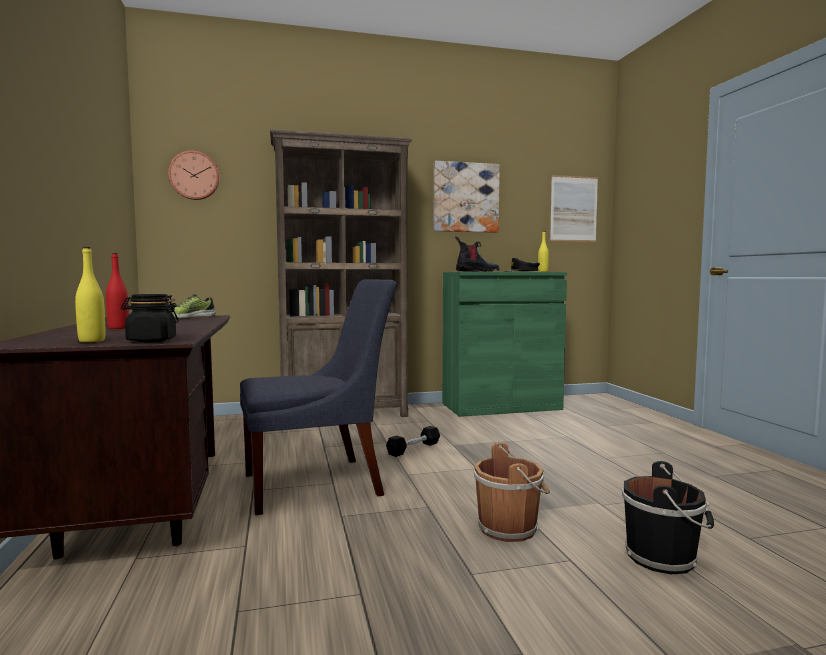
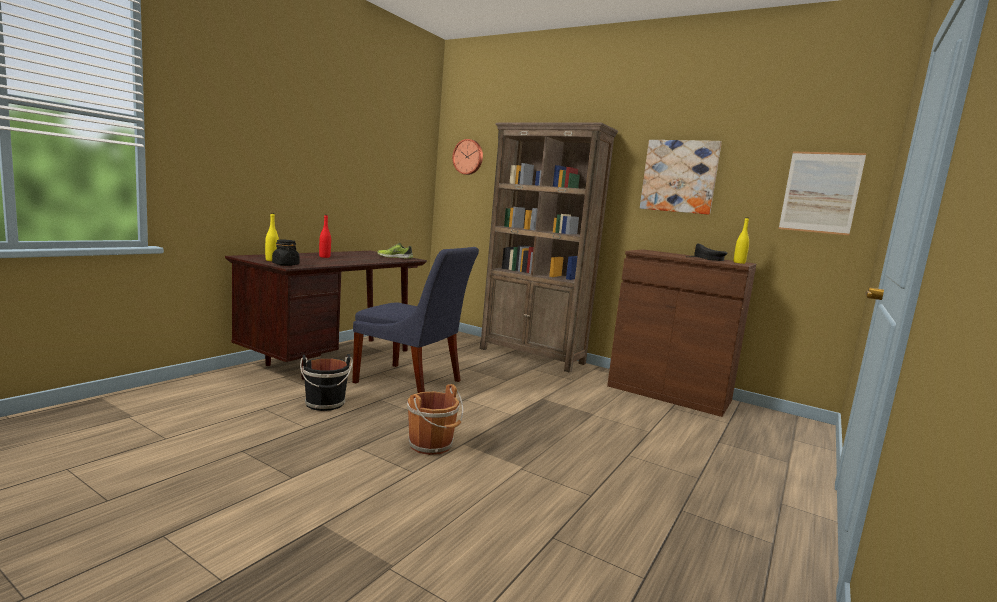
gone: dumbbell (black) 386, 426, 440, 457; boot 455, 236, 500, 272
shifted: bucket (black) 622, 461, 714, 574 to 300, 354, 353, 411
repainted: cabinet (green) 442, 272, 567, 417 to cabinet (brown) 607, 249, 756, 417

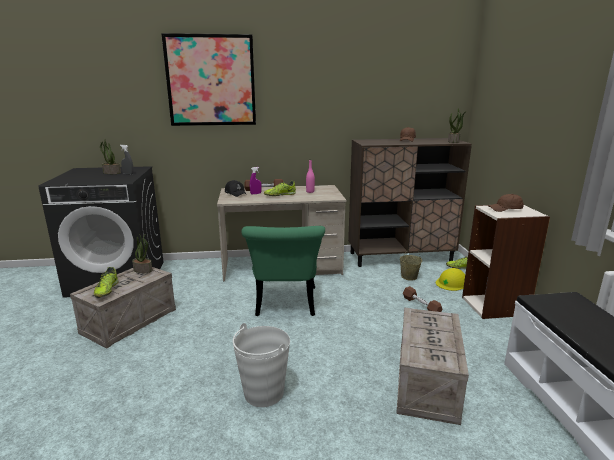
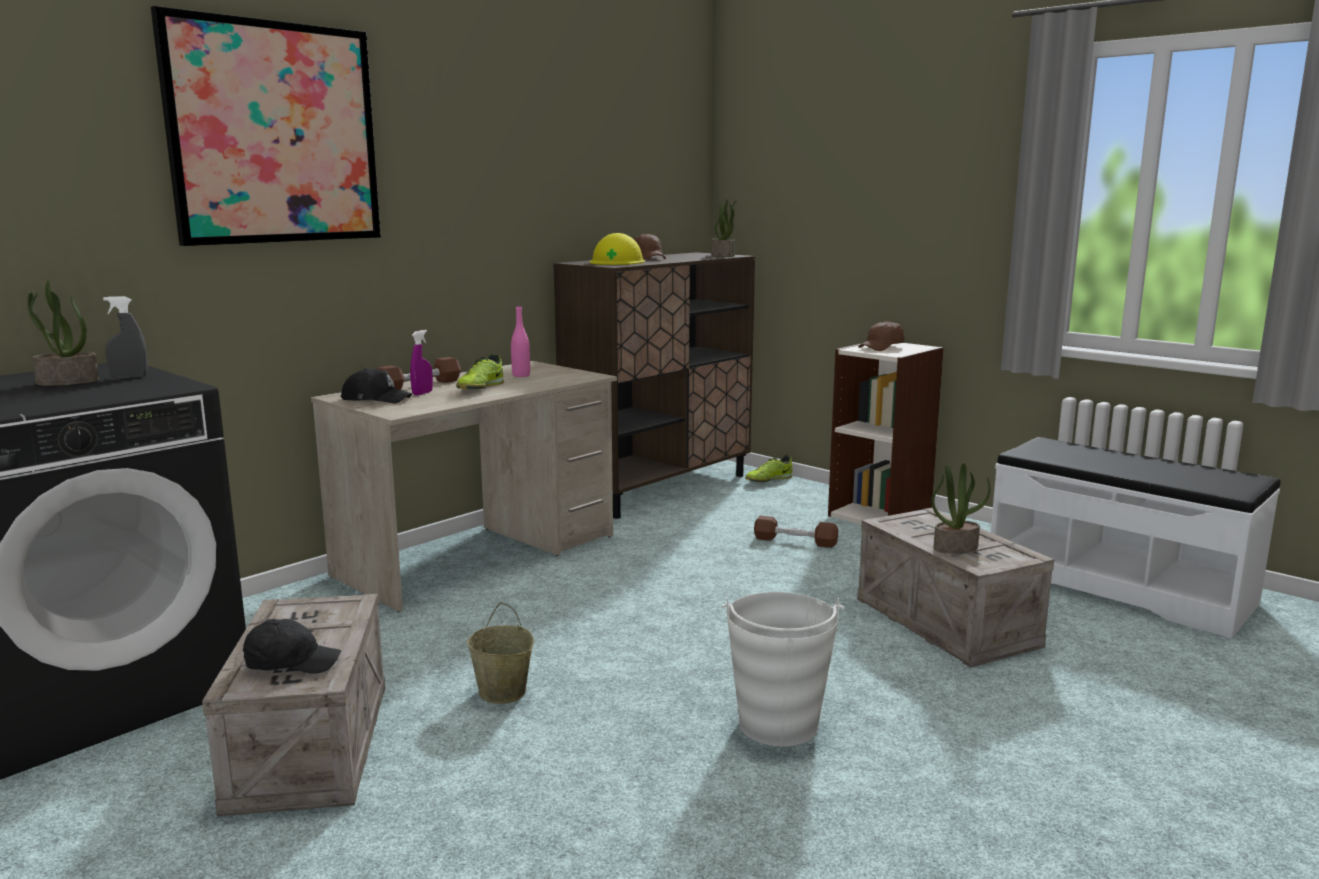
gone: chair (green) 242, 226, 325, 316
shifted: potted plant 132, 233, 153, 273 to 931, 463, 991, 554; bucket (beige) 400, 247, 422, 281 to 467, 602, 534, 704; hard hat (yellow) 436, 268, 465, 291 to 590, 233, 645, 265
swapped: shoe 94, 267, 119, 297 to cap (black) 243, 619, 341, 674

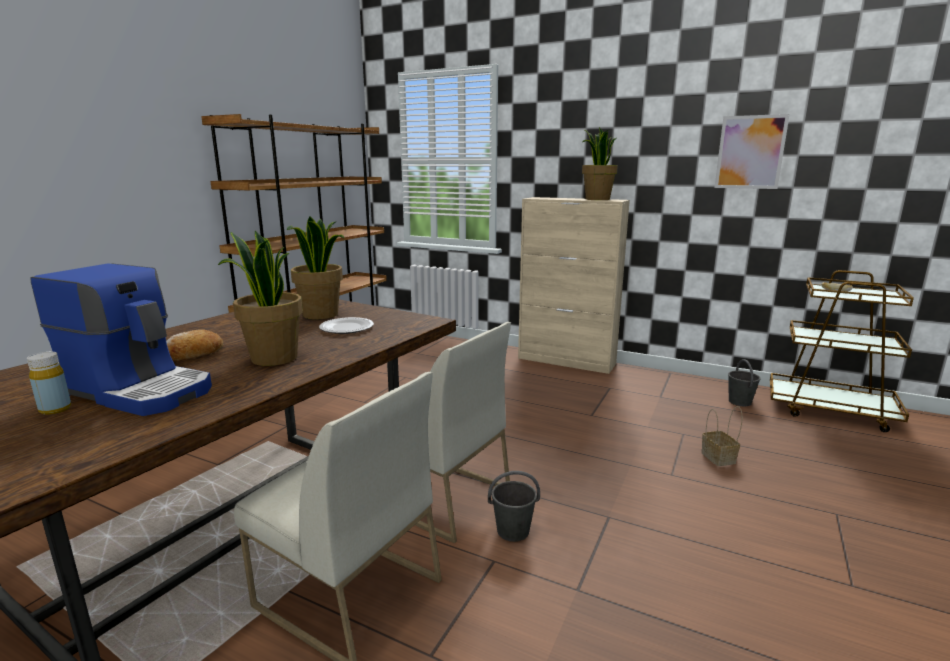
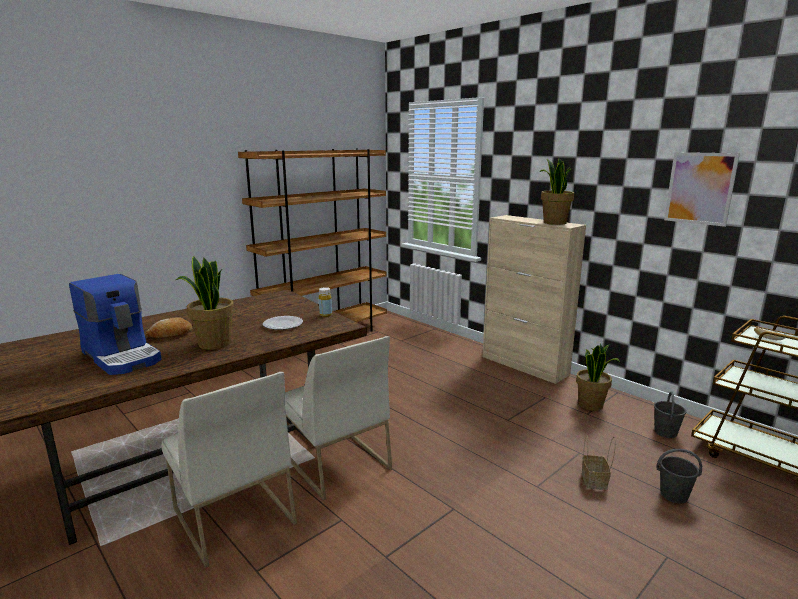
shifted: bottle (yellow) 27, 352, 71, 415 to 319, 287, 332, 317; potted plant 286, 216, 344, 319 to 576, 343, 620, 411; bucket (grey) 488, 471, 540, 542 to 656, 449, 702, 504

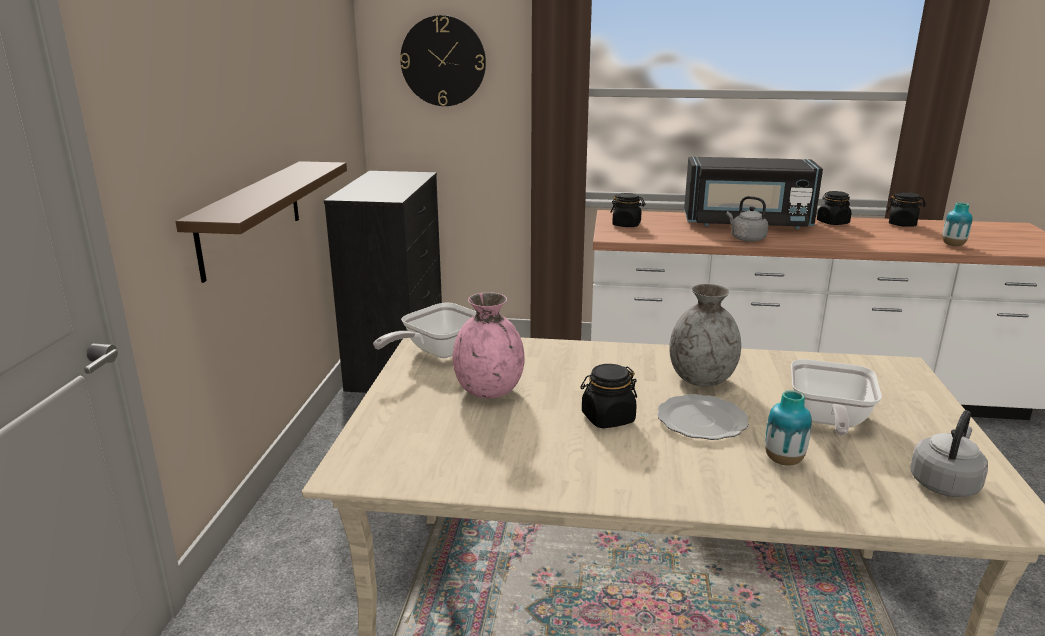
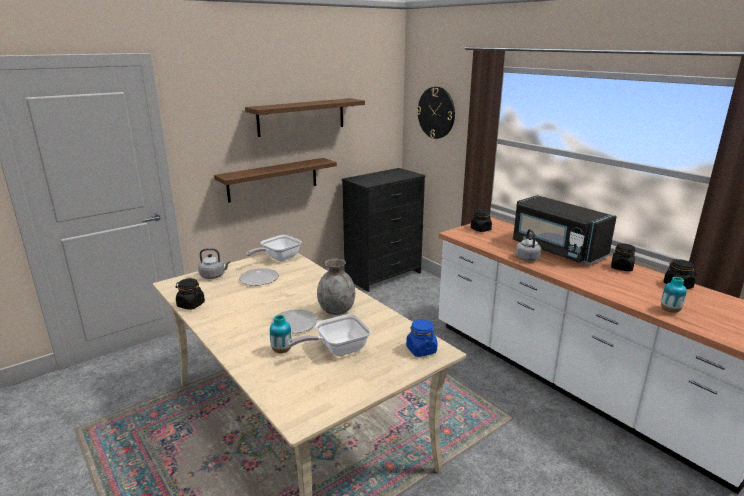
new: shelf (brown) 245, 98, 365, 137; jar (blue) 406, 319, 438, 357
shifted: jar (black) 580, 364, 637, 428 to 176, 278, 205, 310; kettle (grey) 910, 410, 988, 497 to 198, 248, 230, 279
swapped: vase (pink) 453, 292, 525, 398 to plate 239, 268, 279, 286
rotated: frying pan 373, 303, 476, 358 = 246, 235, 302, 261 45 degrees counterclockwise

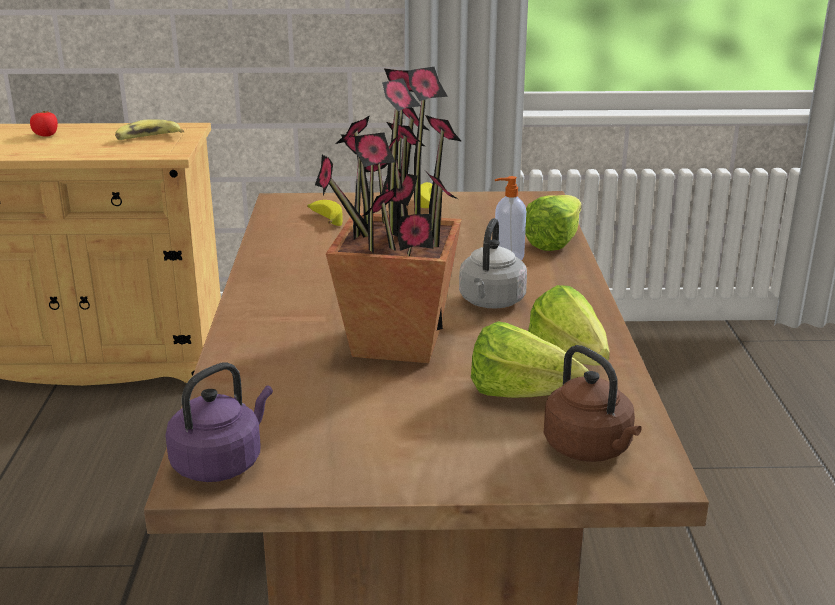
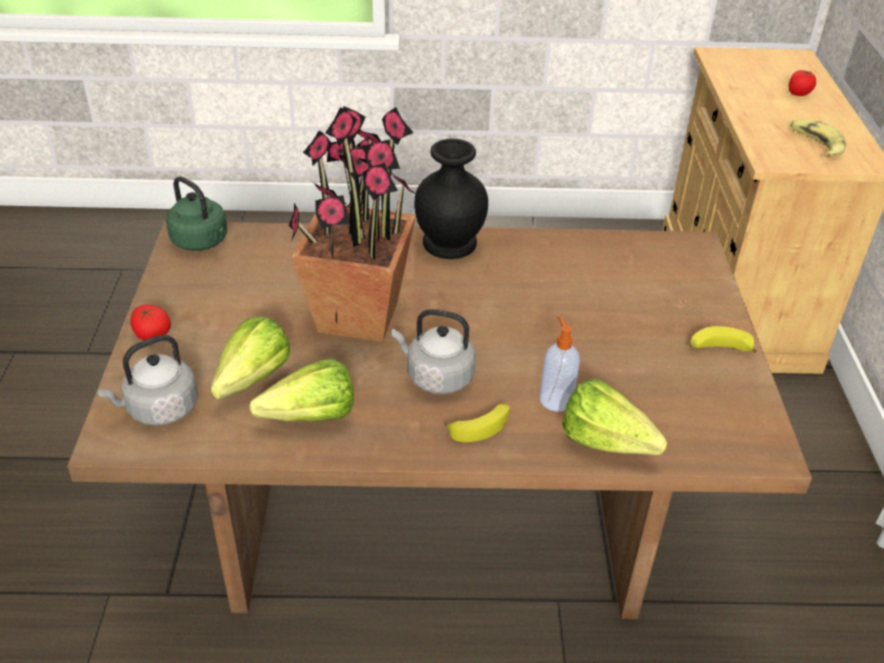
new: tomato 130, 305, 171, 340; vase (black) 414, 139, 488, 259
shifted: banana 307, 200, 343, 226 to 444, 402, 510, 442
repainted: kettle (purple) 165, 362, 273, 482 to kettle (green) 166, 176, 227, 251; kettle (brown) 544, 345, 642, 462 to kettle (grey) 97, 335, 198, 426

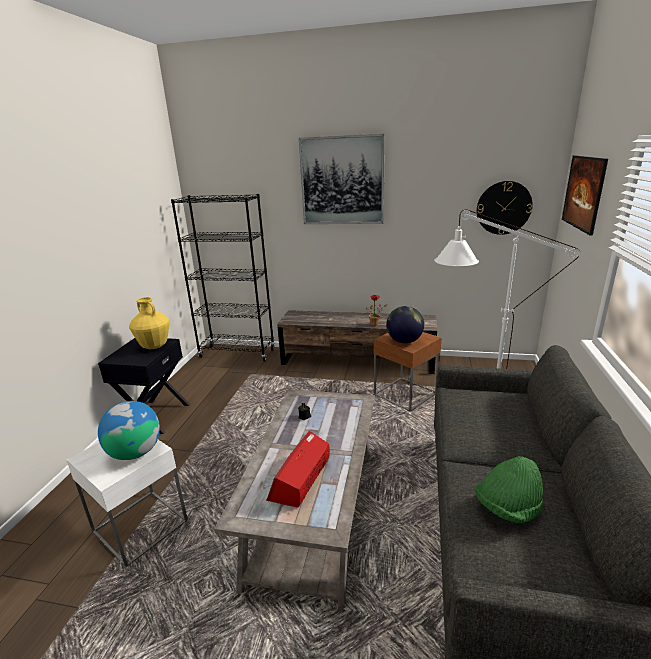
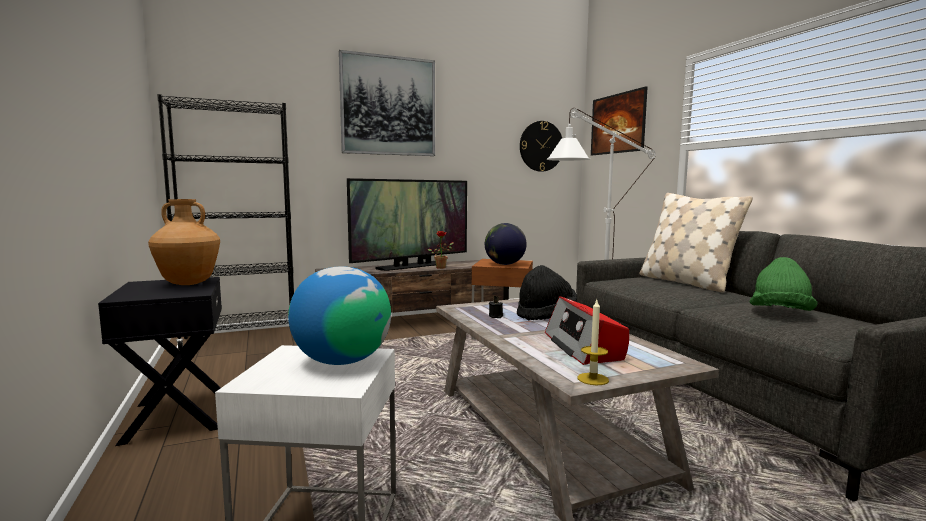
new: television 347, 178, 467, 271; hat (black) 517, 265, 577, 321; candle 577, 300, 609, 385; pillow (beige) 639, 193, 753, 292
repainted: vase (yellow) 129, 297, 170, 349 to vase (brown) 148, 199, 220, 285

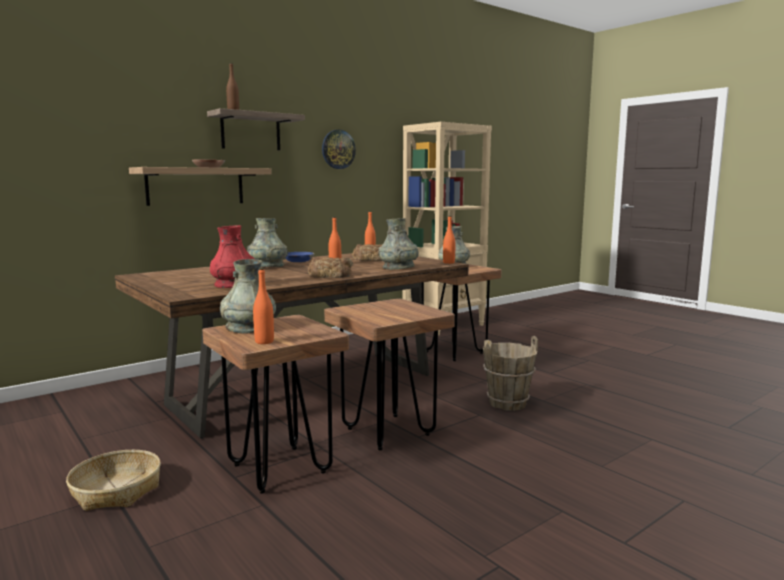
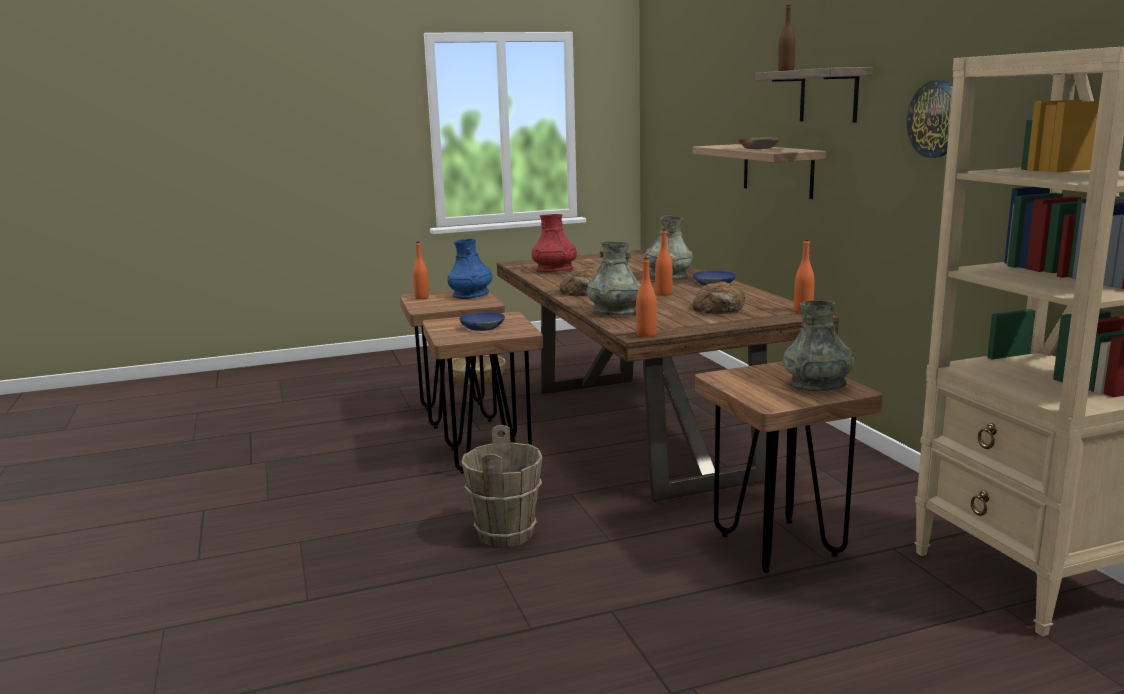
new: bowl (blue) 459, 312, 505, 331
repainted: vase (grey) 220, 259, 276, 333 to vase (blue) 447, 238, 493, 299

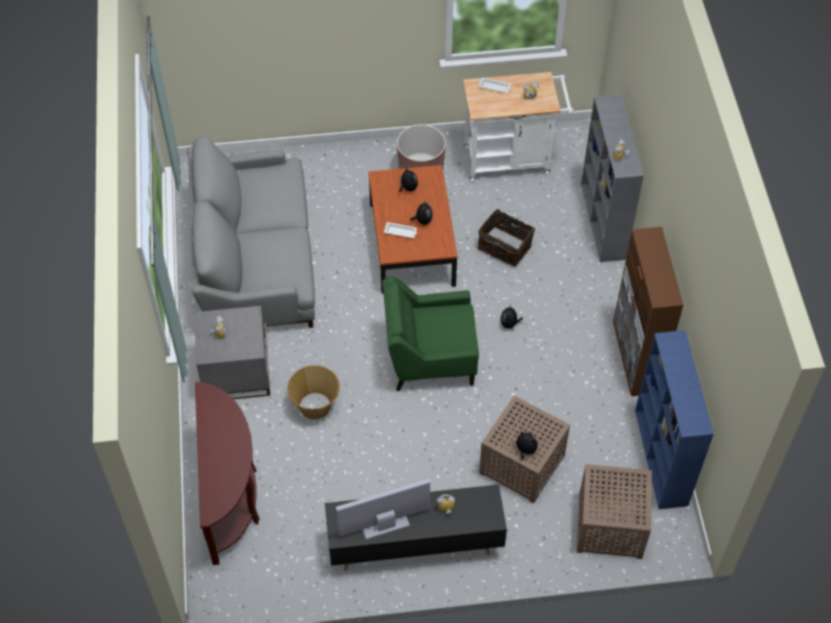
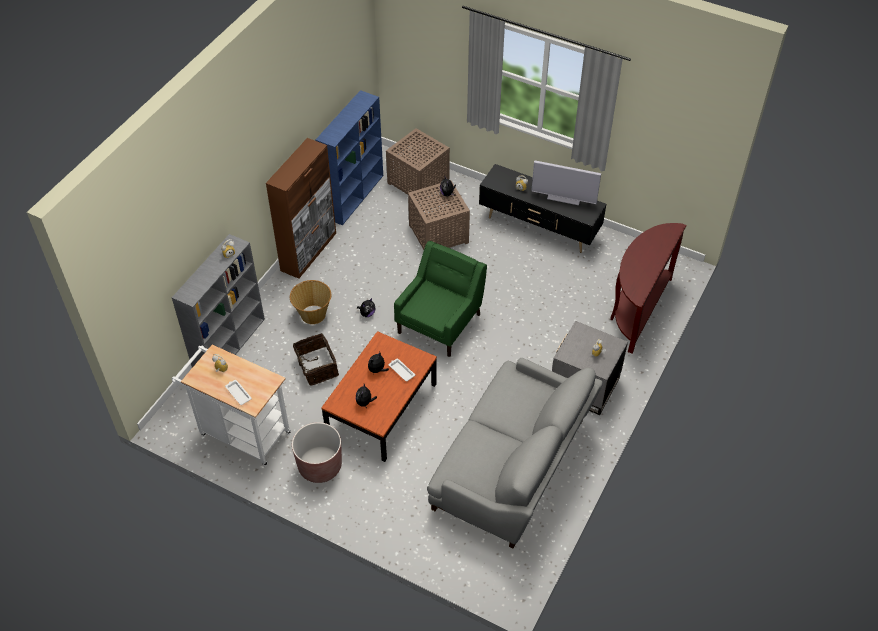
shifted: basket 287, 365, 340, 420 to 290, 280, 331, 324
rotated: armchair (green) 382, 276, 479, 391 = 394, 241, 487, 357 90 degrees counterclockwise

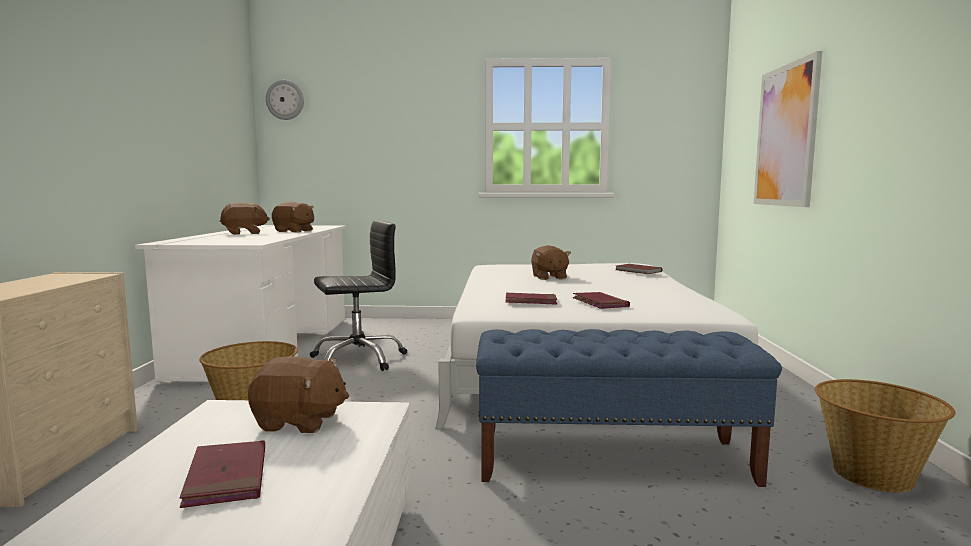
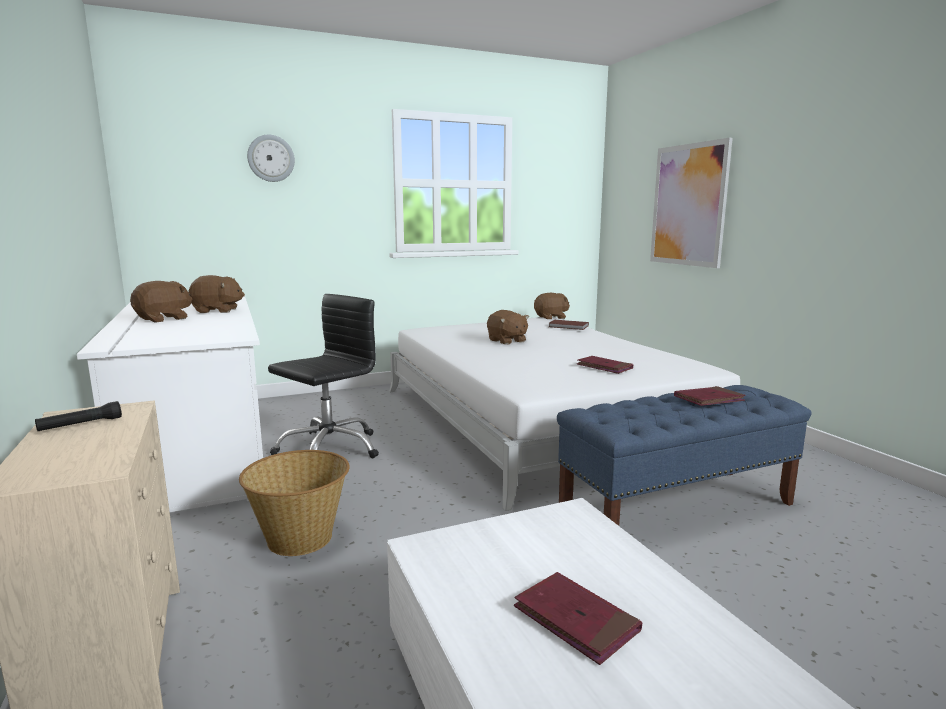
gone: basket 815, 379, 955, 492
new: flashlight (black) 35, 401, 122, 431
shifted: plush toy (brown) 248, 356, 349, 433 to 534, 293, 570, 319; wall clock 266, 80, 304, 120 to 247, 135, 295, 182; book (red) 505, 293, 557, 305 to 674, 386, 746, 406

